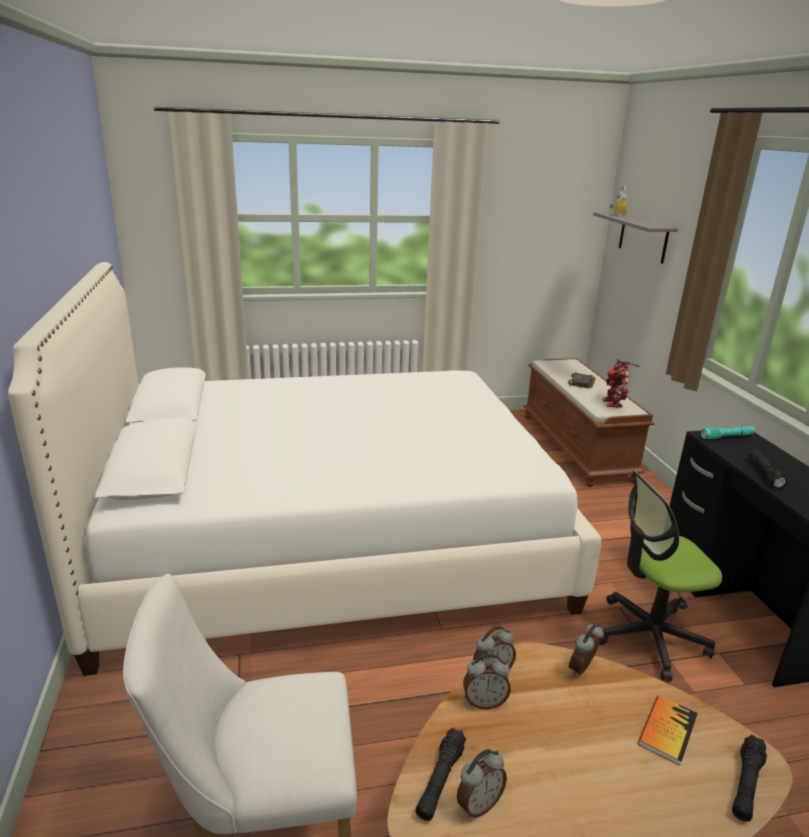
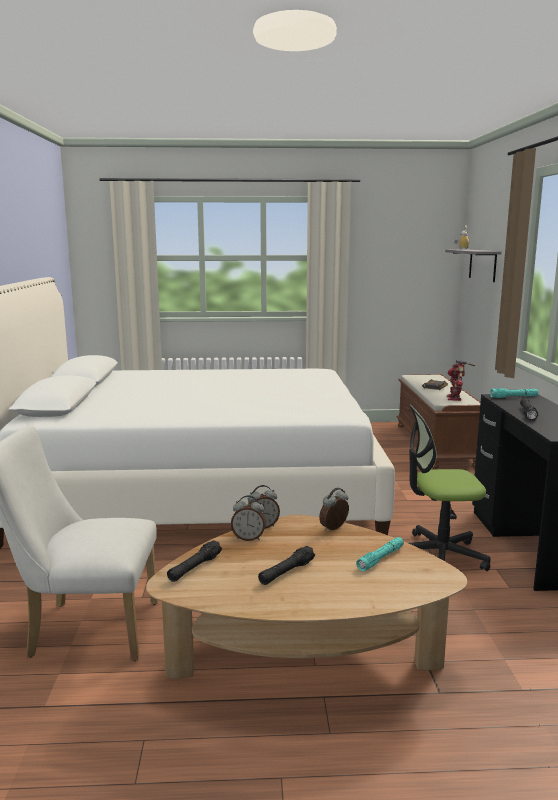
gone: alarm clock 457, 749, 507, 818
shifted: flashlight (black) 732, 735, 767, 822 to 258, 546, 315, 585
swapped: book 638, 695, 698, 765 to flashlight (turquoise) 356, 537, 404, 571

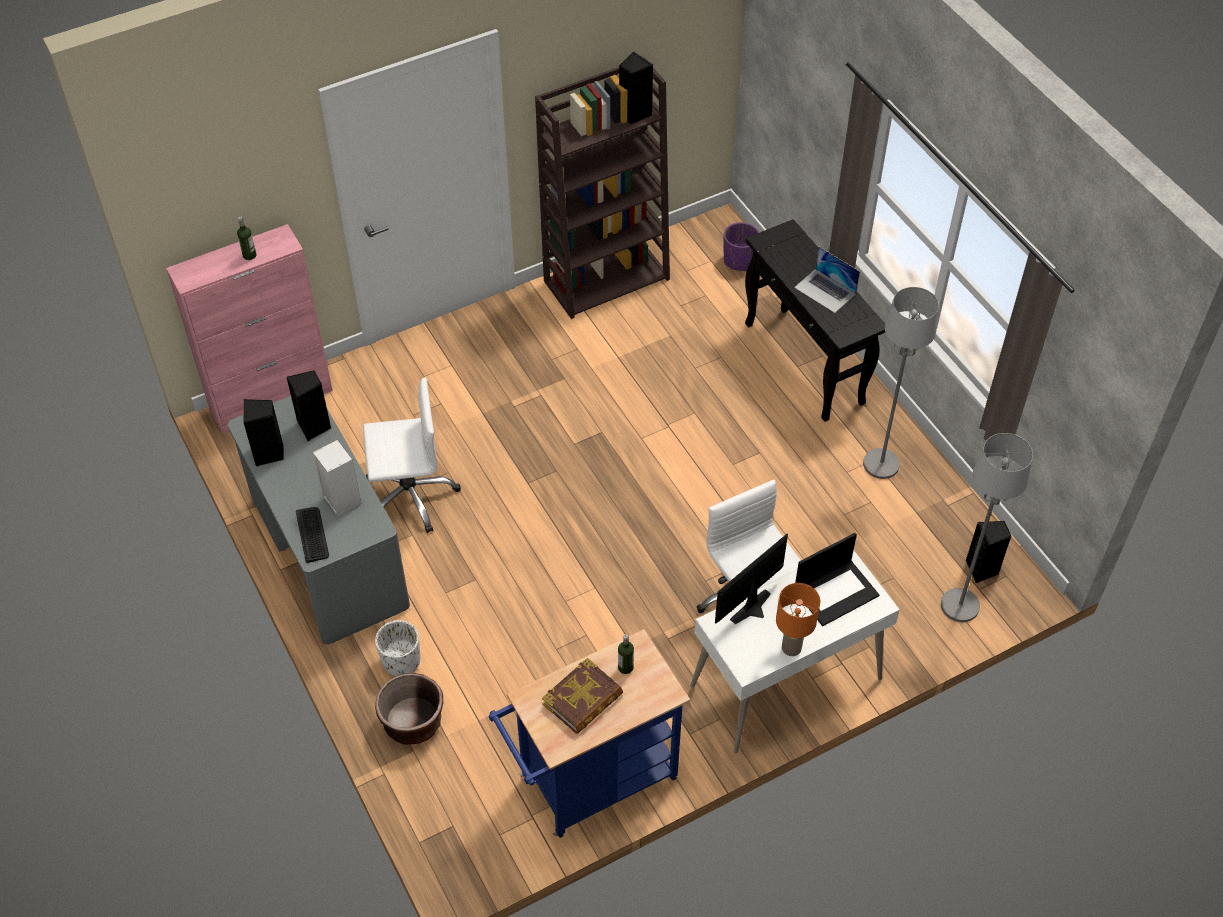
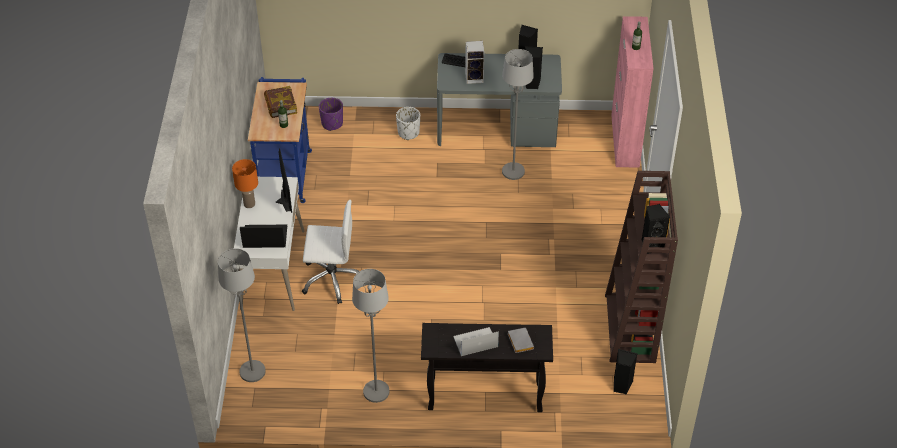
gone: planter (brown) 375, 673, 443, 745
new: book (grey) 508, 328, 534, 353
shifted: planter (purple) 724, 222, 759, 271 to 319, 98, 343, 131; speaker (black) 966, 521, 1012, 583 to 614, 349, 638, 394
swapped: office chair (white) 363, 377, 461, 533 to floor lamp (grey) 502, 49, 534, 180
rotated: laptop 795, 533, 879, 626 = 240, 225, 287, 248 90 degrees clockwise

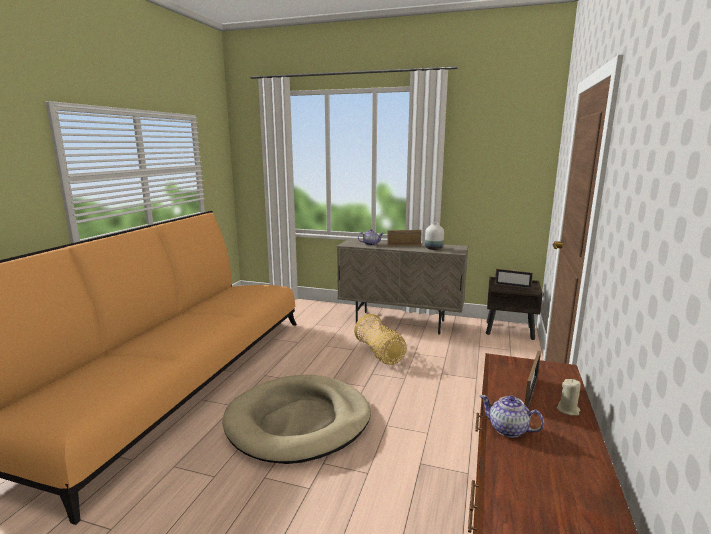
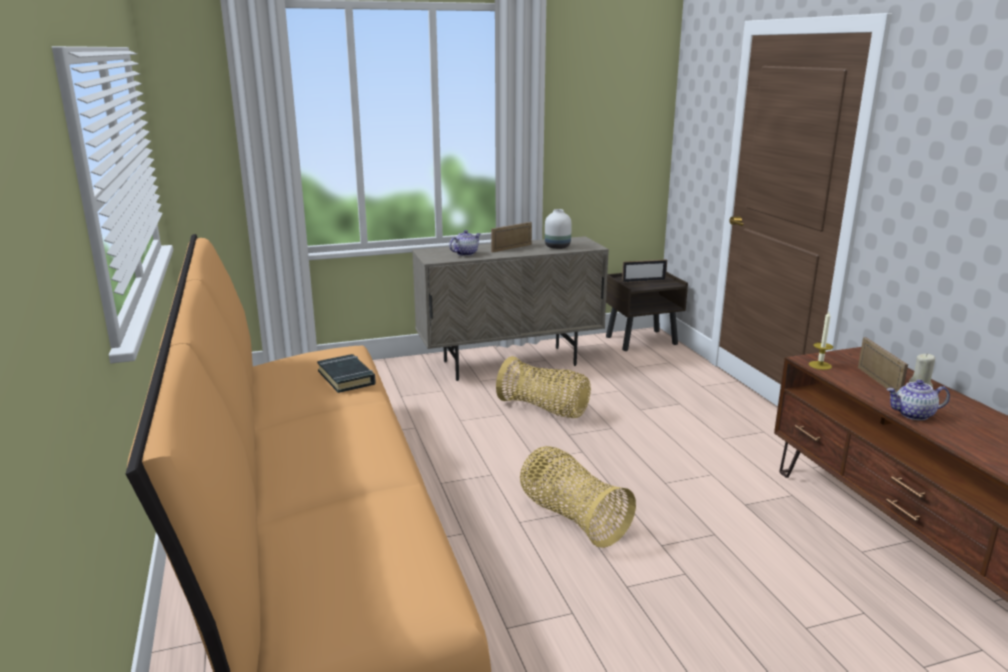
new: book (black) 317, 354, 376, 393; candle 809, 311, 833, 370
swapped: dog bed (beige) 222, 375, 371, 464 to basket 520, 446, 636, 548

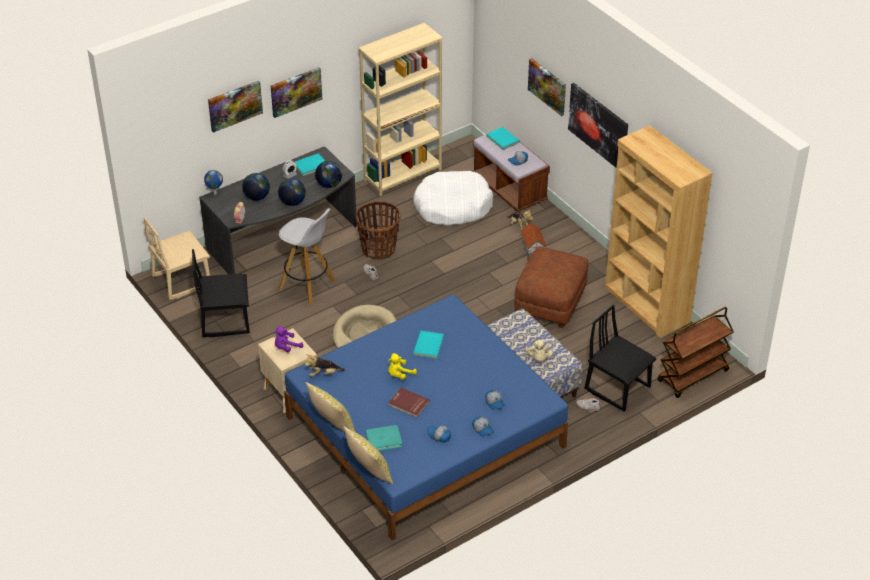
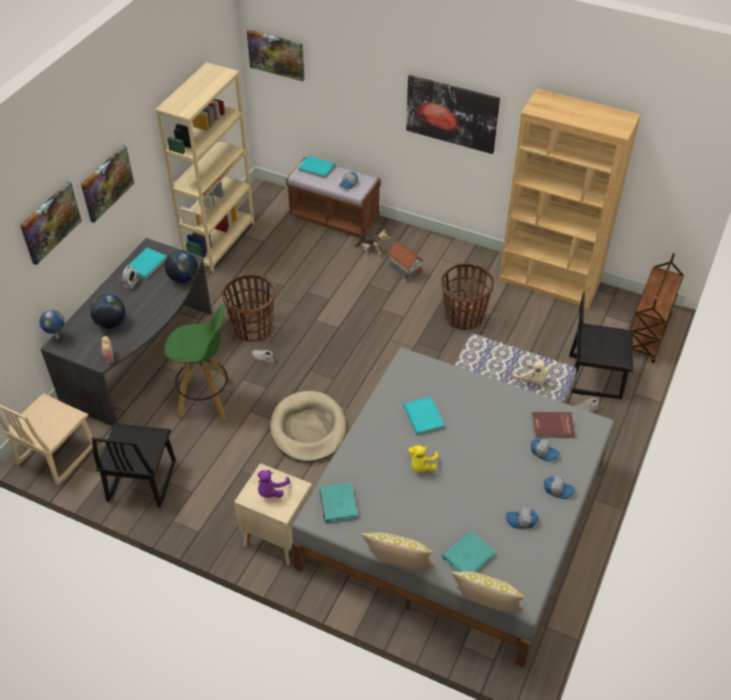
gone: globe 278, 178, 306, 206; dog bed (white) 413, 171, 493, 226
shifted: book (red) 388, 388, 430, 418 to 532, 412, 575, 438; picture 528, 58, 566, 116 to 247, 30, 304, 81
swapped: plush toy 305, 354, 345, 376 to book (turquoise) 319, 483, 358, 523; ottoman (brown) 515, 246, 588, 328 to basket 441, 263, 494, 330
repainted: stool (white) 279, 208, 335, 304 to stool (green) 164, 304, 233, 420; bed (blue) 284, 295, 568, 541 to bed (grey) 292, 348, 614, 667
rotated: chair (black) 192, 249, 250, 337 = 92, 423, 176, 508 45 degrees counterclockwise

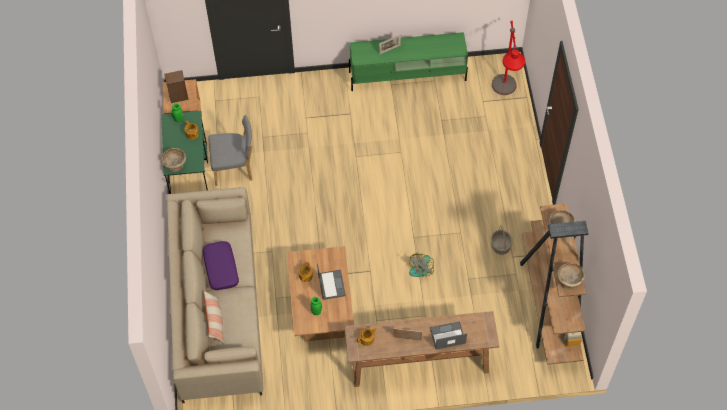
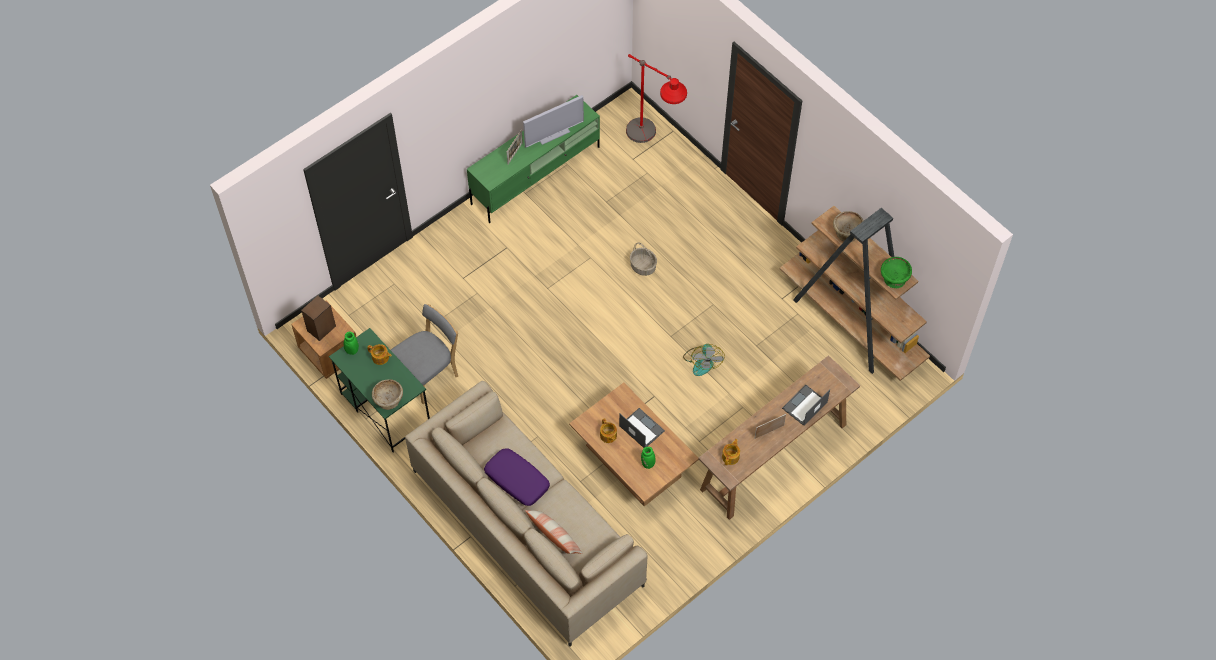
new: television 523, 95, 584, 147
shifted: basket 491, 225, 513, 255 to 630, 243, 657, 276
repainted: bowl (beige) 557, 263, 585, 290 to bowl (green) 881, 257, 912, 288

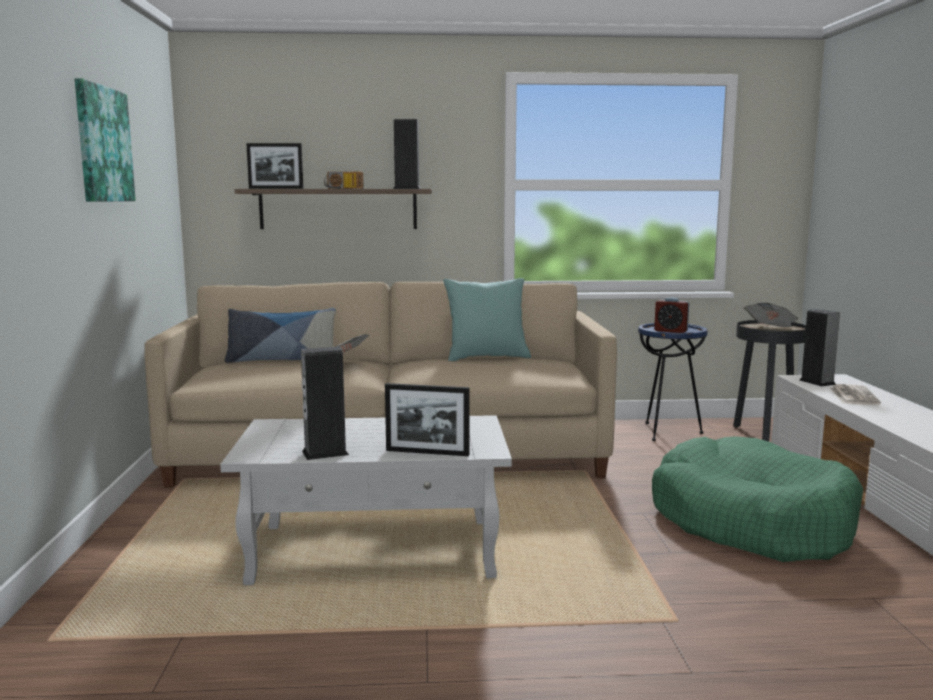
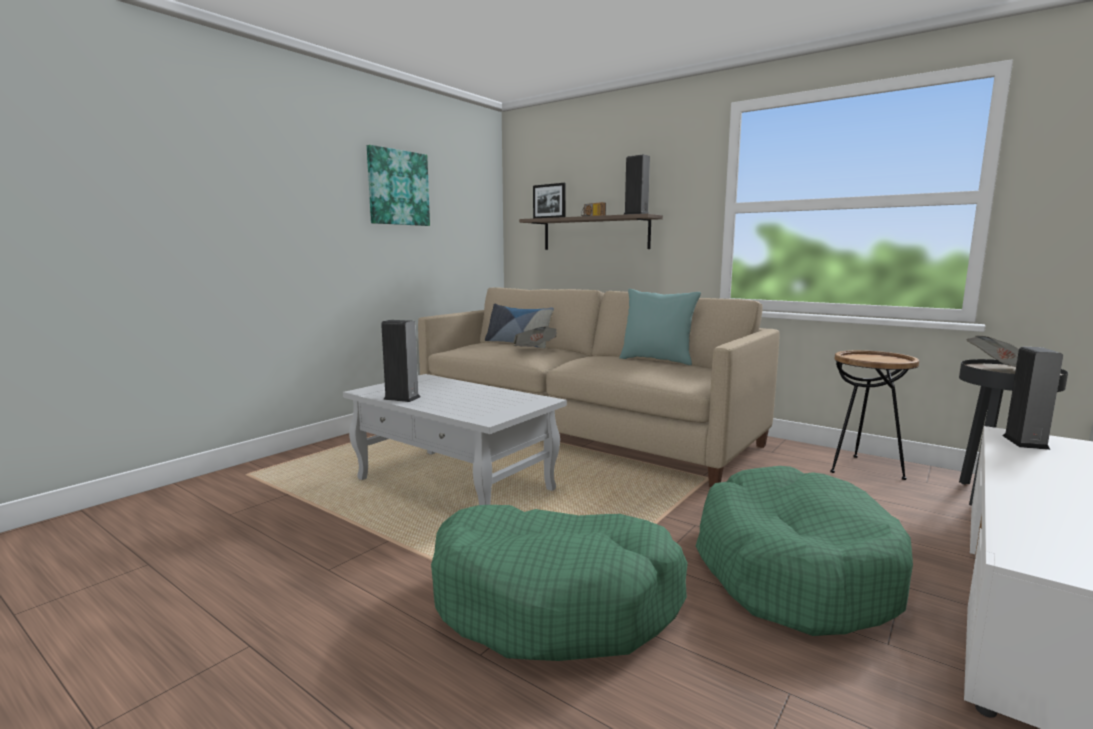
gone: picture frame 385, 383, 470, 456; alarm clock 654, 298, 689, 333; newspaper 830, 384, 881, 405
new: dog bed (green) 431, 505, 688, 661
repainted: side table (blue) 638, 323, 708, 441 to side table (brown) 830, 350, 919, 480

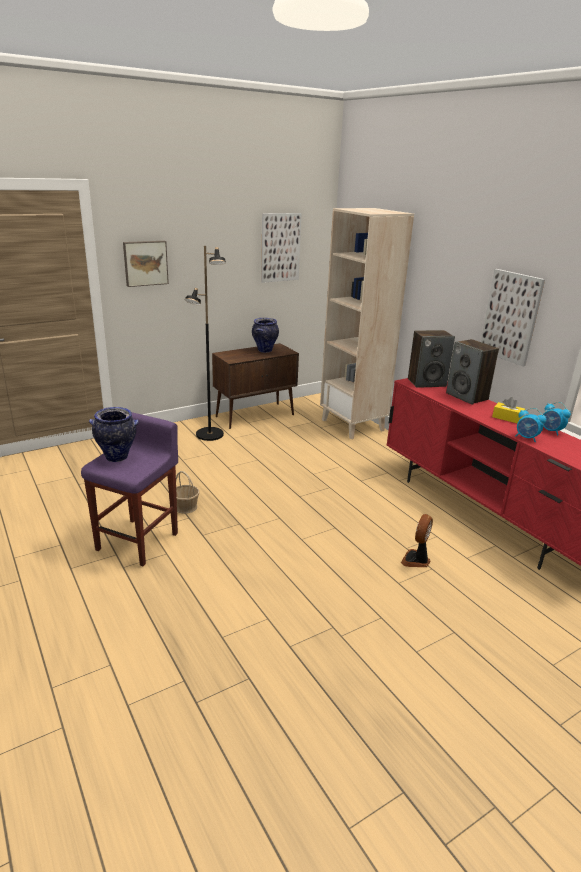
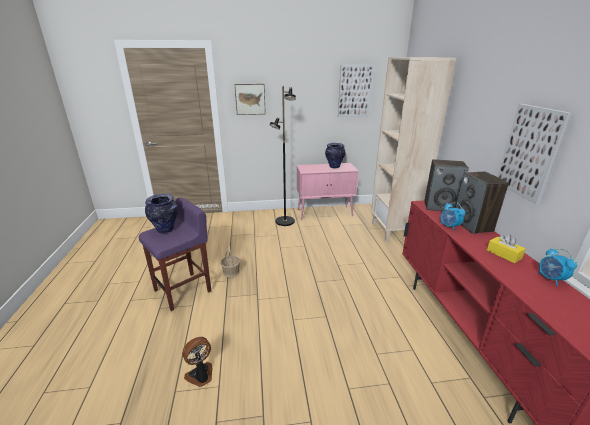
shifted: fan 401, 514, 433, 567 to 182, 337, 212, 387; alarm clock 515, 408, 546, 442 to 440, 202, 465, 231
repainted: cabinet (brown) 212, 343, 299, 429 to cabinet (pink) 297, 163, 359, 220

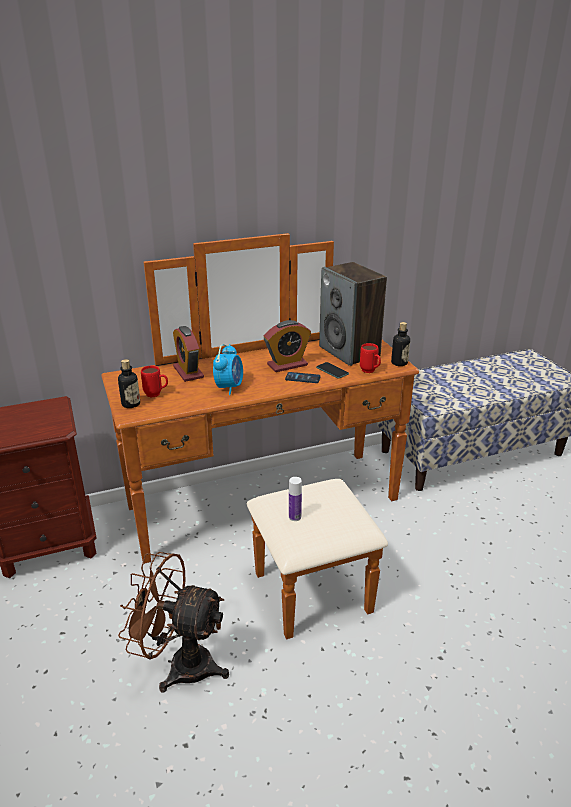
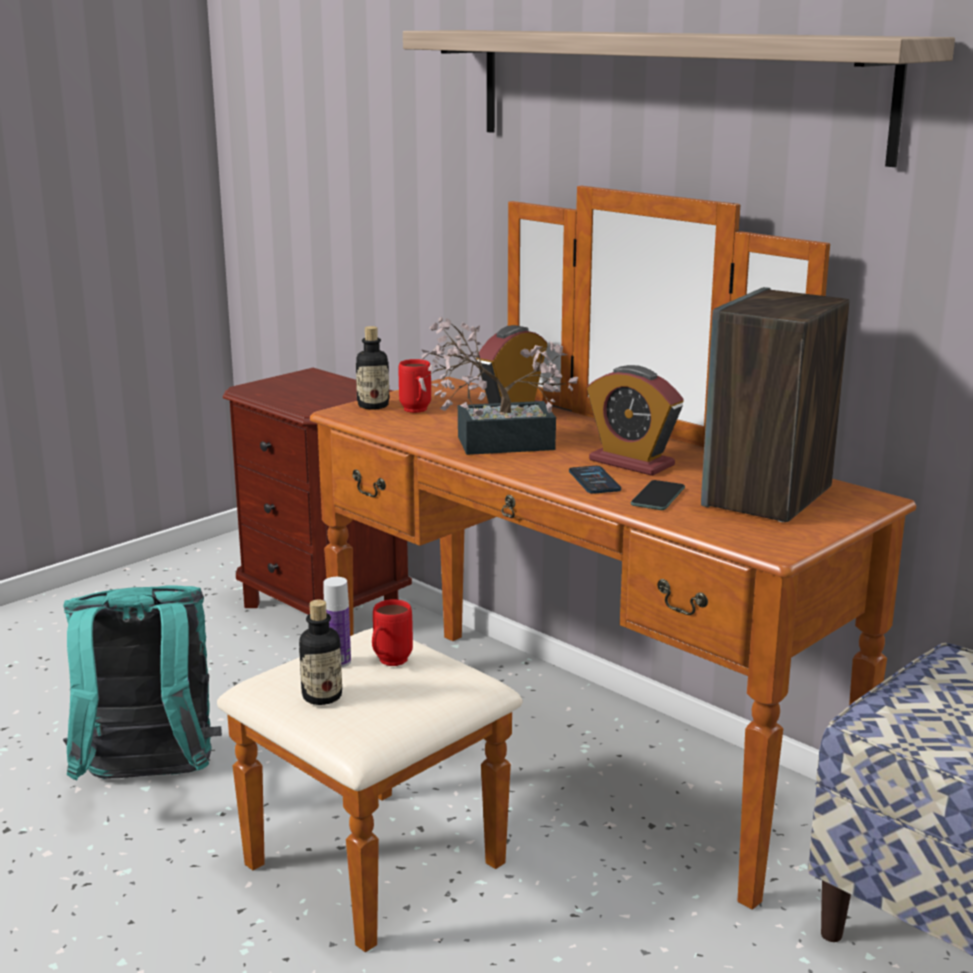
new: shelf 403, 30, 955, 167
shifted: mug (red) 360, 343, 381, 373 to 372, 599, 413, 666; bottle 391, 322, 410, 366 to 299, 600, 342, 705
swapped: fan (brown) 118, 552, 229, 693 to backpack (turquoise) 63, 585, 222, 780; alarm clock 213, 344, 243, 395 to potted plant 419, 317, 578, 455

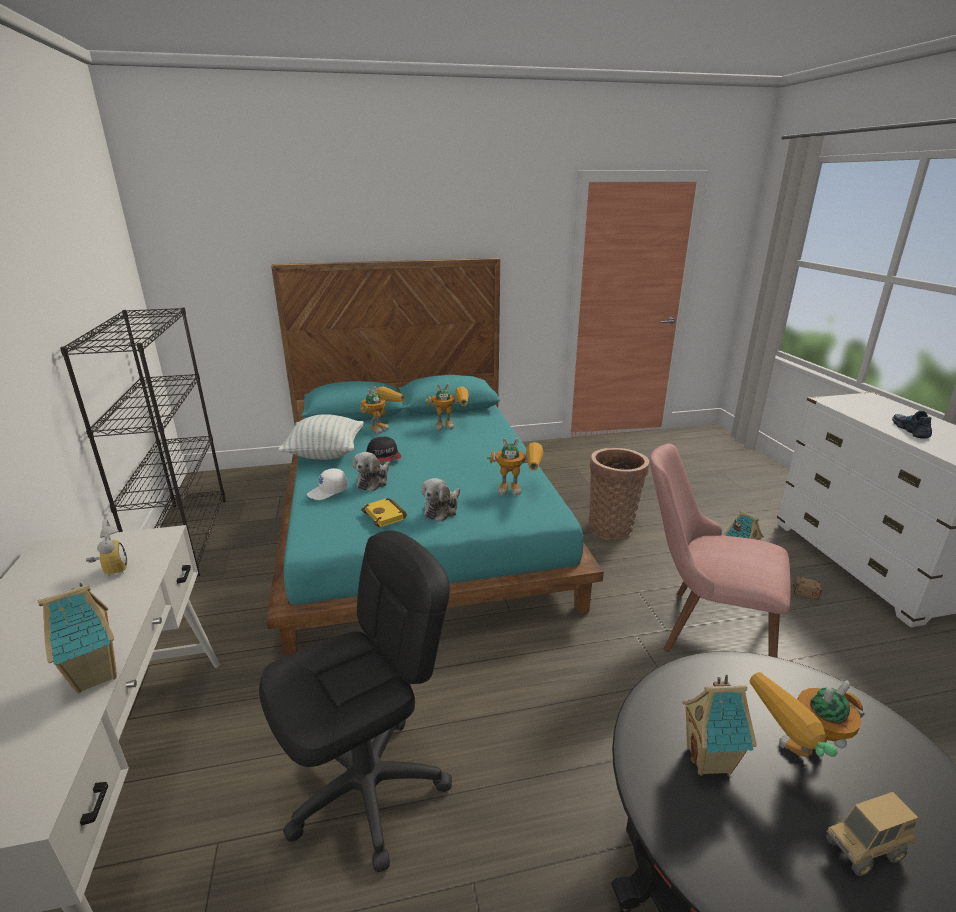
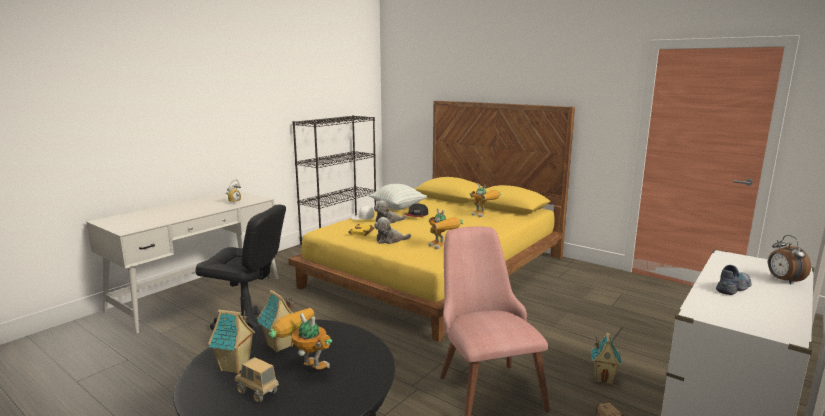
gone: toy robot 359, 386, 405, 434; basket 589, 448, 649, 540
new: alarm clock 768, 235, 811, 285
shifted: toy house 38, 583, 117, 693 to 208, 309, 255, 374
repainted: bed (turquoise) 266, 258, 604, 657 to bed (yellow) 288, 101, 575, 342

